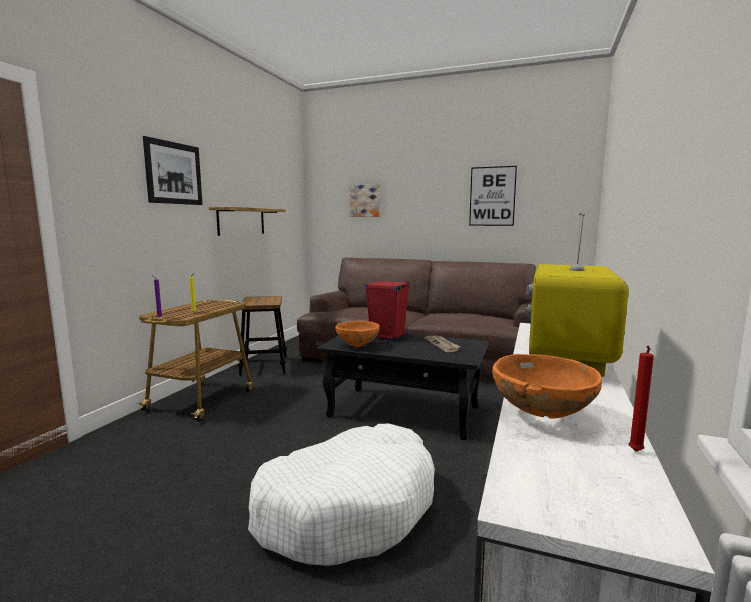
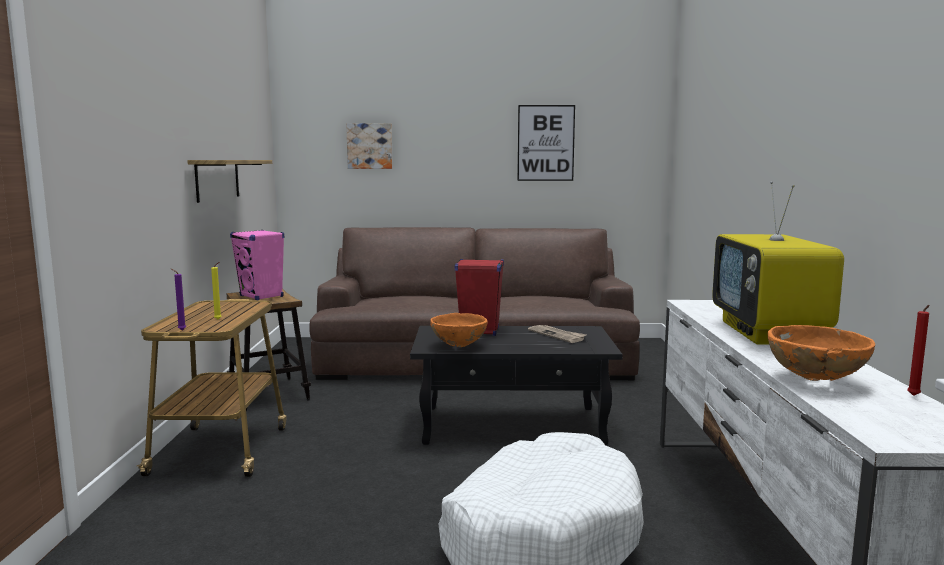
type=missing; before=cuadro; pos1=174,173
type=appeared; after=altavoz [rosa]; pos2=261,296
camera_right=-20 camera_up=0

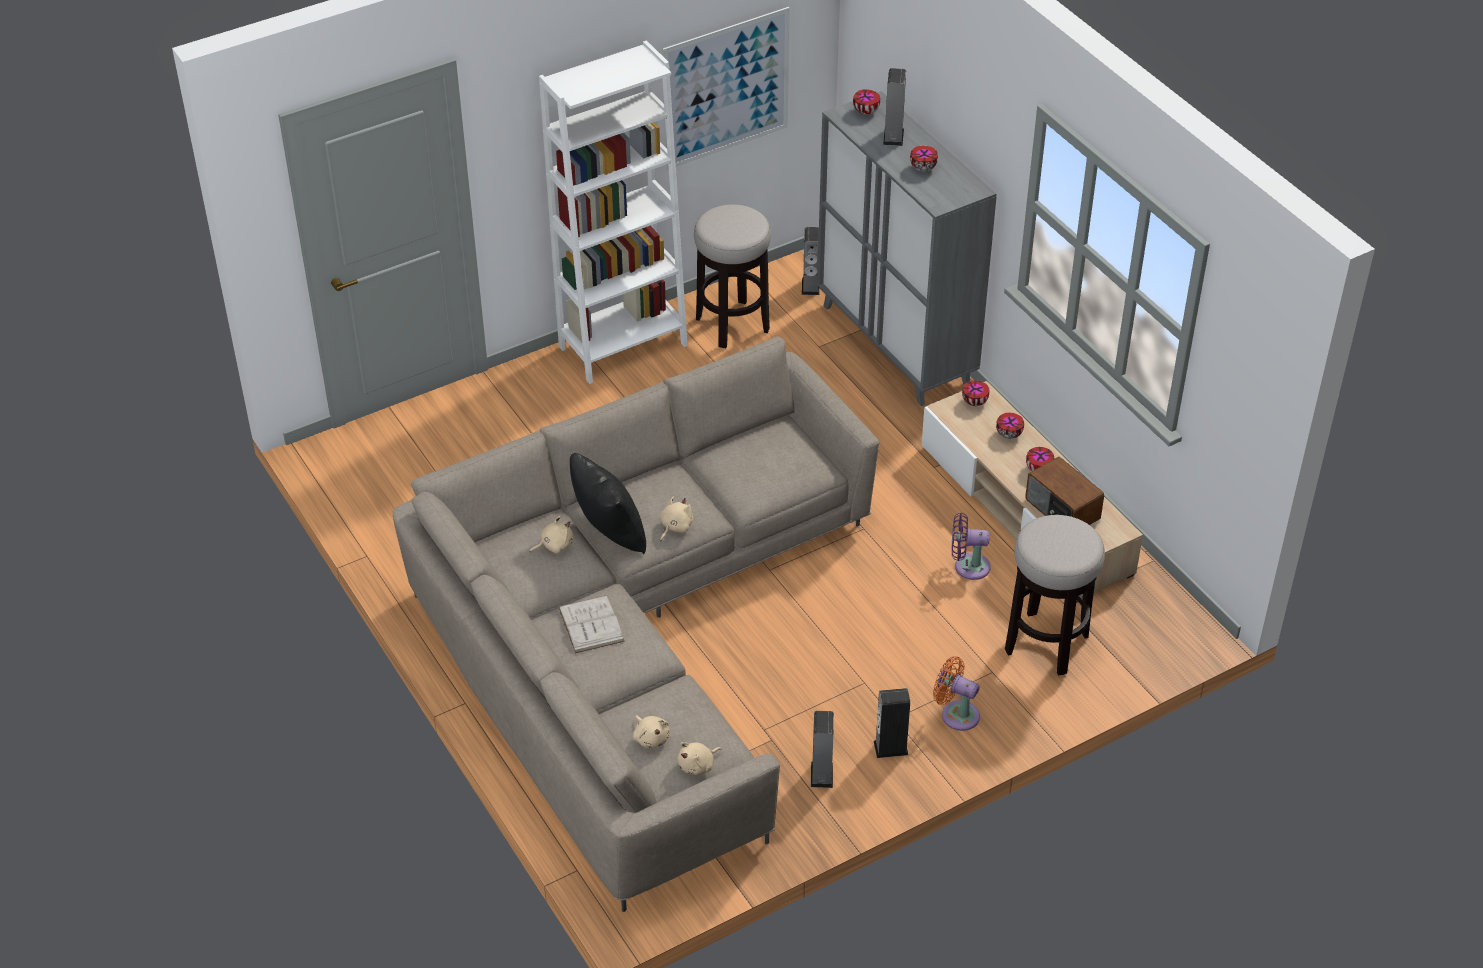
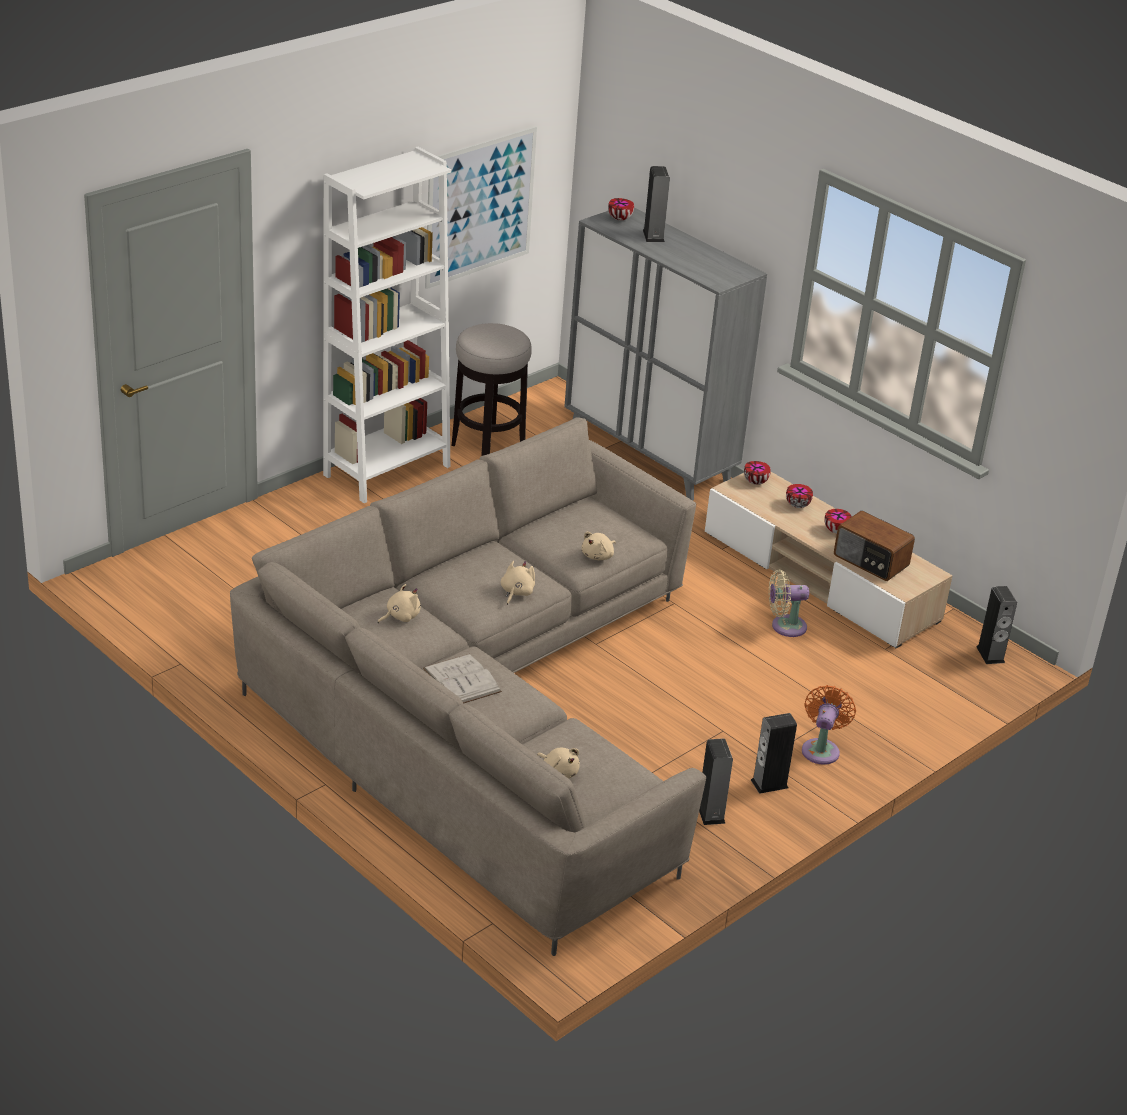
type=missing; before=cuenco; pos1=923,168
type=relocated; before=altavoz; pos1=810,286; pos2=990,654
type=missing; before=cojín [negro]; pos1=609,532
type=colour; before=ventilador [morado]; after=ventilador [beis]; pos1=968,566; pos2=785,626
type=missing; before=taburete; pos1=1046,643
type=spun; before=ventilador [naranja]; pos1=956,714; pos2=821,749; turn=90
type=relocated; before=peluche [beis]; pos1=698,765; pos2=598,556
camera_right=-15 camera_up=-10

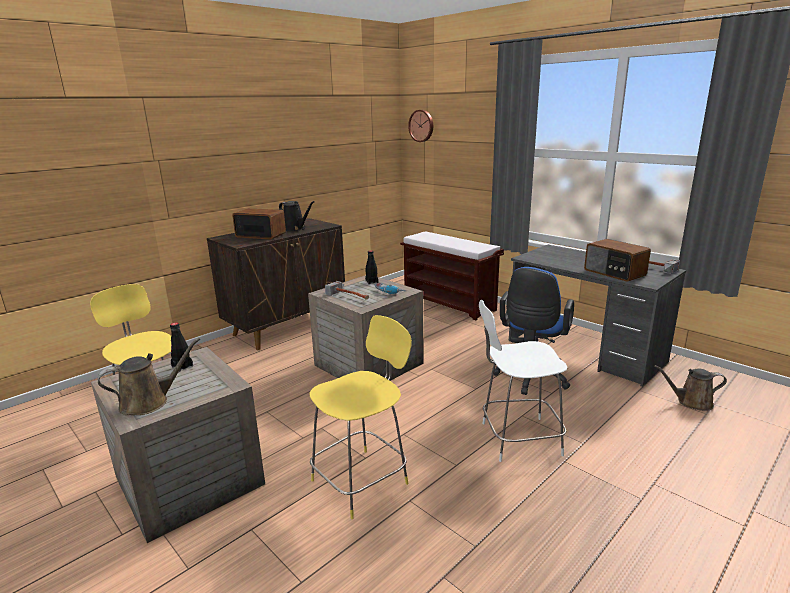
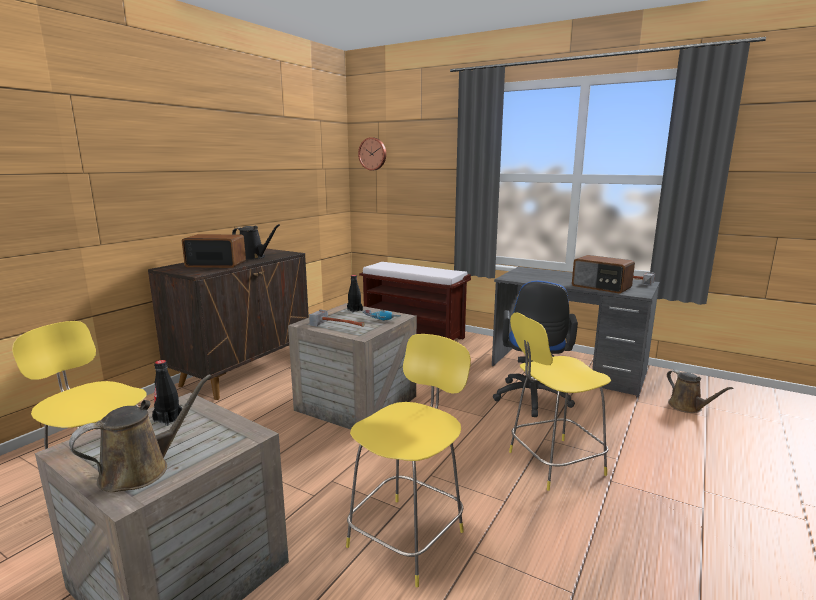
type=colour; before=taburete [blanco]; after=taburete [amarillo]; pos1=517,439; pos2=552,463
type=spun; before=regadera [marrón]; pos1=691,402; pos2=687,407; turn=-105
camera_right=-15 camera_up=-5

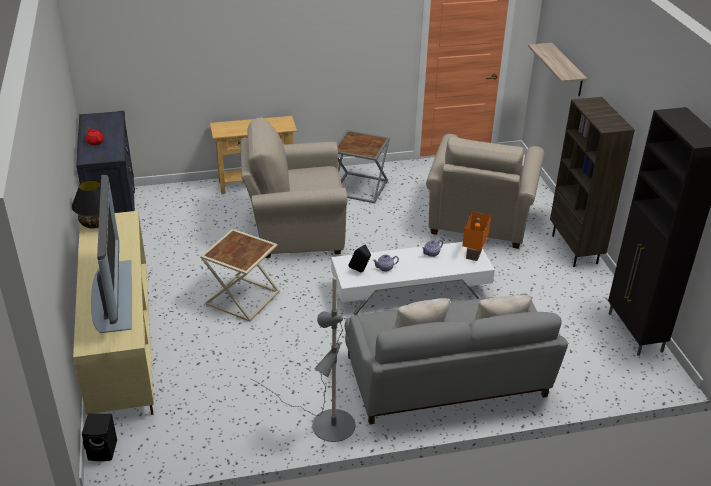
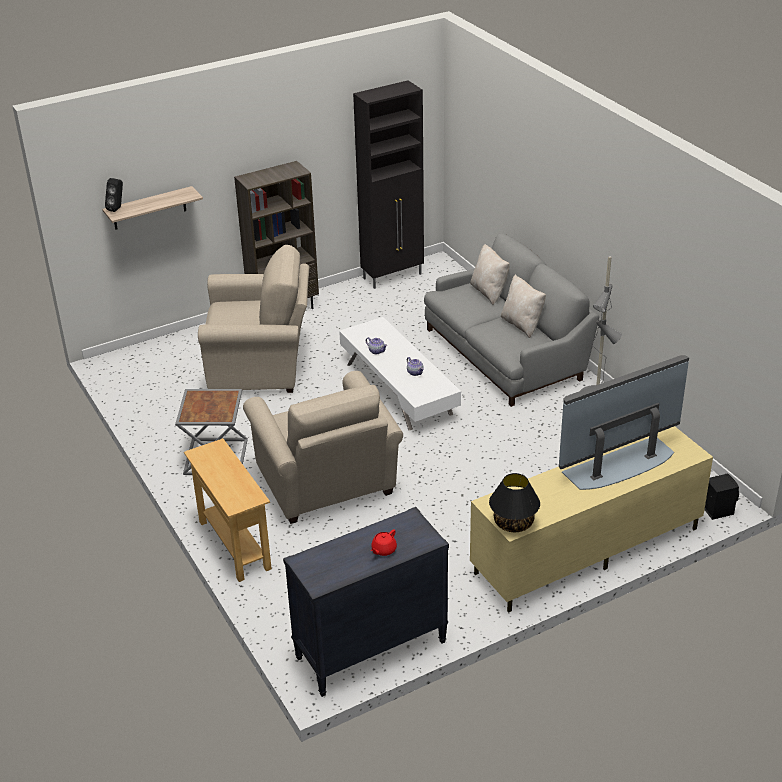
type=missing; before=lámpara de mesa [naranja]; pos1=472,254
type=missing; before=mesa auxiliar [beis]; pos1=242,297
type=relocated; before=altavoz [negro]; pos1=360,271; pos2=117,208
camera_right=-105 camera_up=0

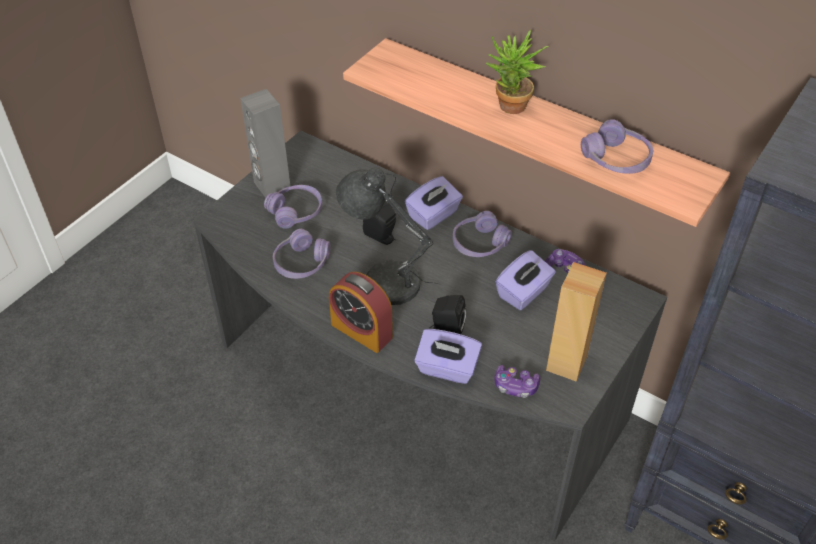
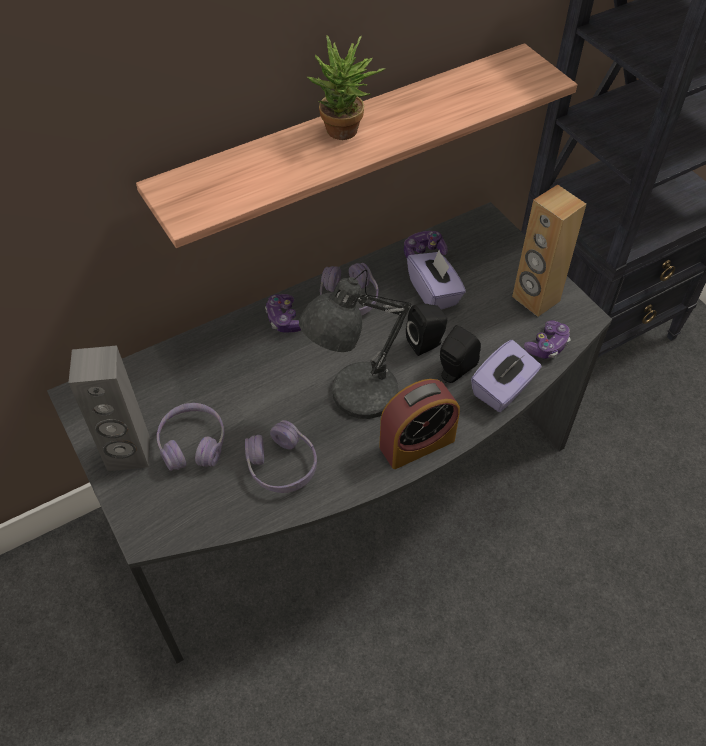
type=missing; before=auriculares [morado]; pos1=616,159
type=exchanged; before=caja de pañuelos [morado]; after=mando de consola; pos1=433,215; pos2=284,319
type=relocated; before=altavoz [negro]; pos1=382,237; pos2=427,343
camera_right=-65 camera_up=5

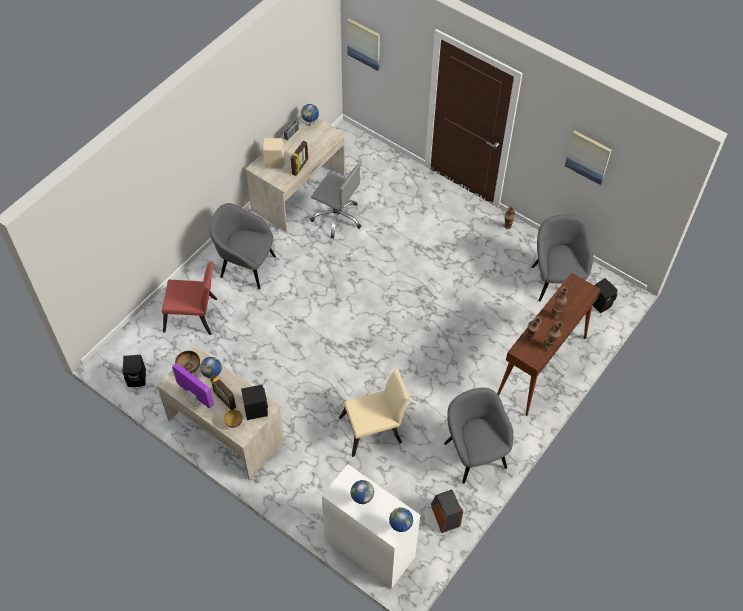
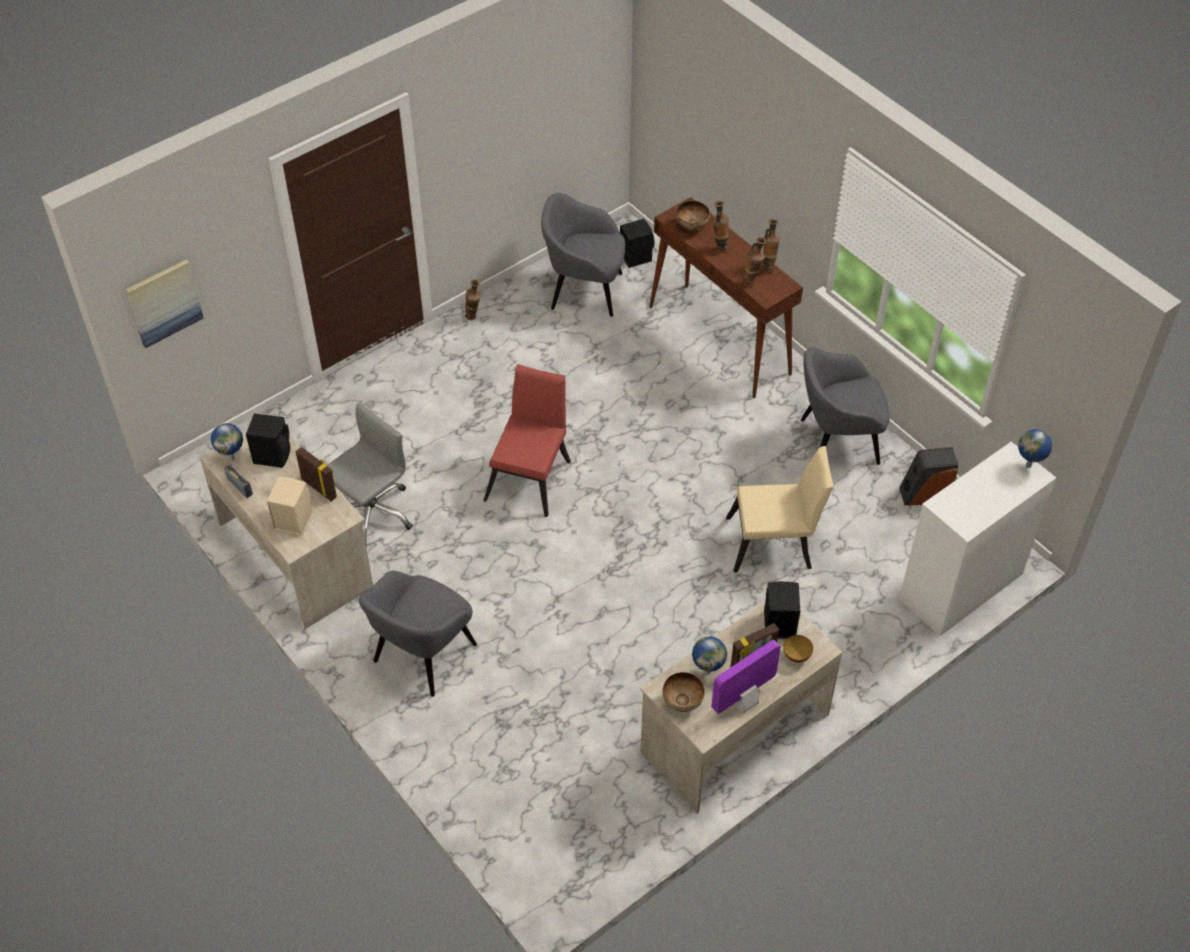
type=missing; before=cuadro; pos1=588,156
type=relocated; before=silla [rojo]; pos1=194,316; pos2=531,476
type=relocated; before=altavoz [negro]; pos1=137,378; pos2=273,454
type=spun; before=silla [beis]; pos1=374,429; pos2=775,543; turn=90
type=missing; before=globo terráqueo; pos1=361,501
type=appeared; after=cuenco; pos2=691,227
camera_right=-75 camera_up=-5

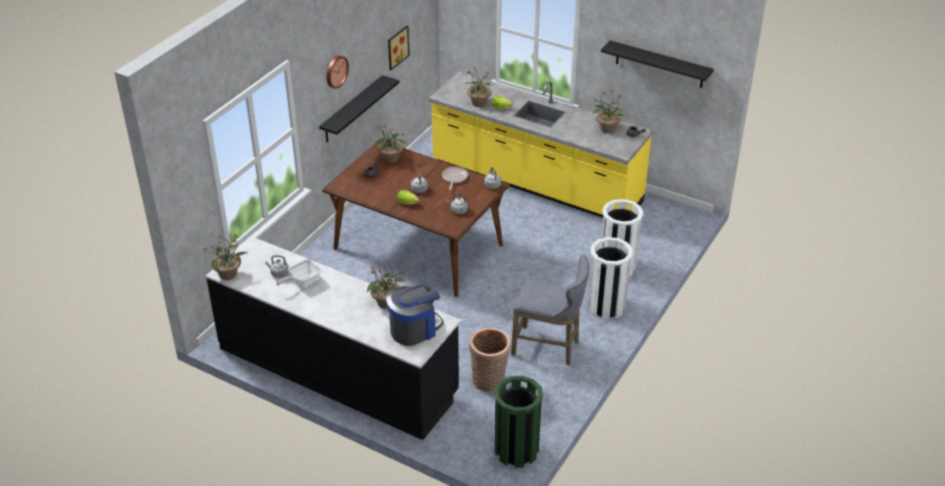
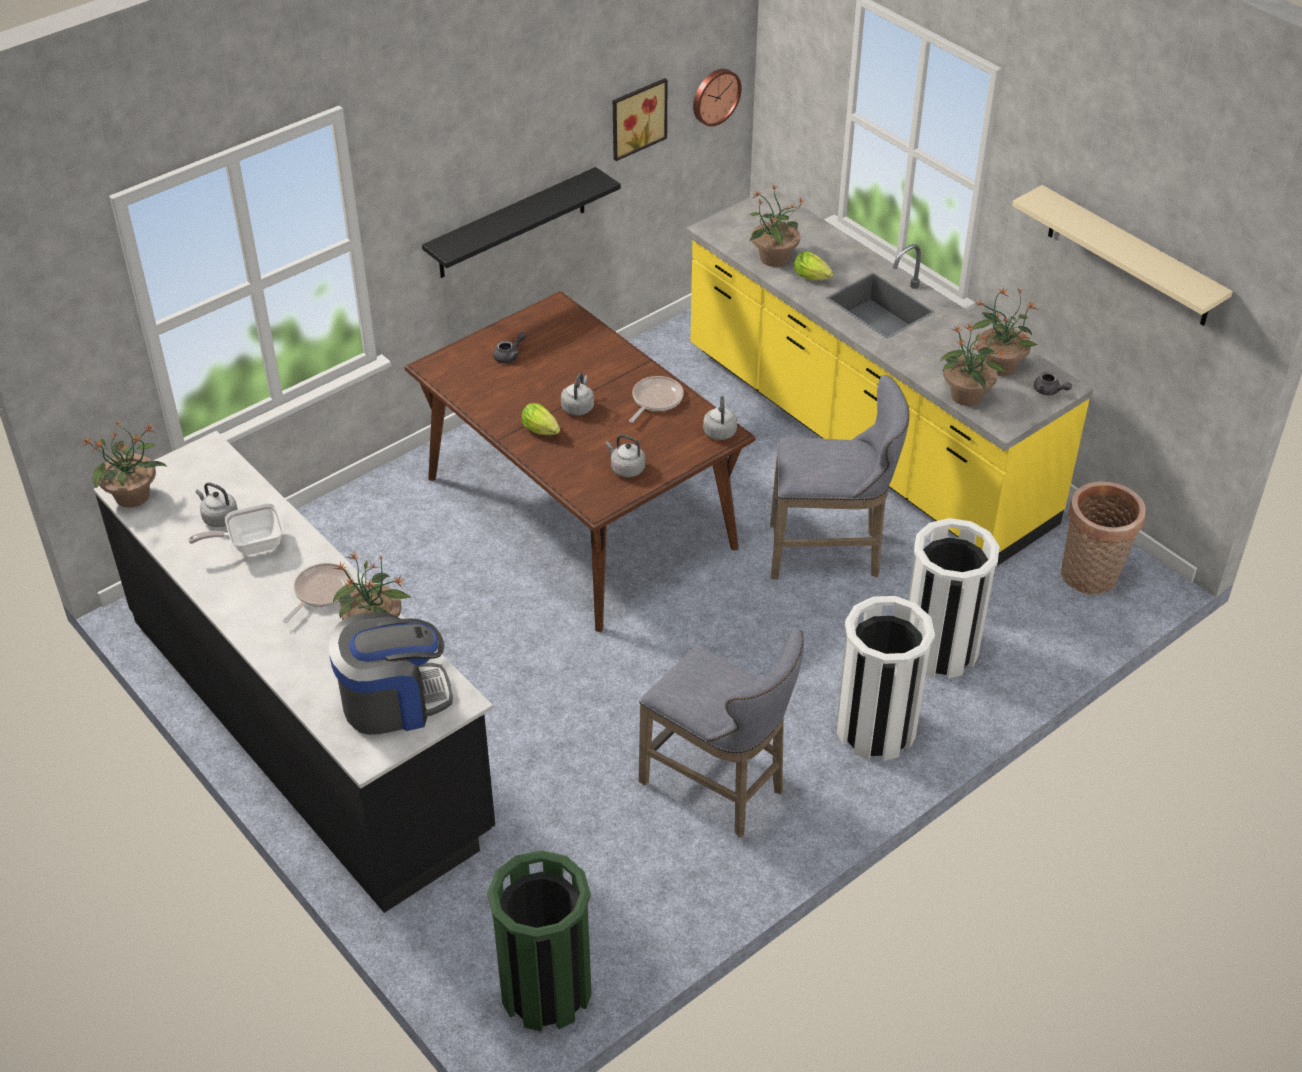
type=colour; before=estante [negro]; after=estante [beis]; pos1=659,64; pos2=1129,257
type=relocated; before=reloj de pared; pos1=336,71; pos2=715,96
type=relocated; before=planta en maceta; pos1=391,159; pos2=967,396
type=relocated; before=cesta; pos1=489,382; pos2=1090,578
type=appeared; after=taburete [gris]; pos2=831,553
type=appeared; after=sartén; pos2=321,592
camera_right=20 camera_up=5

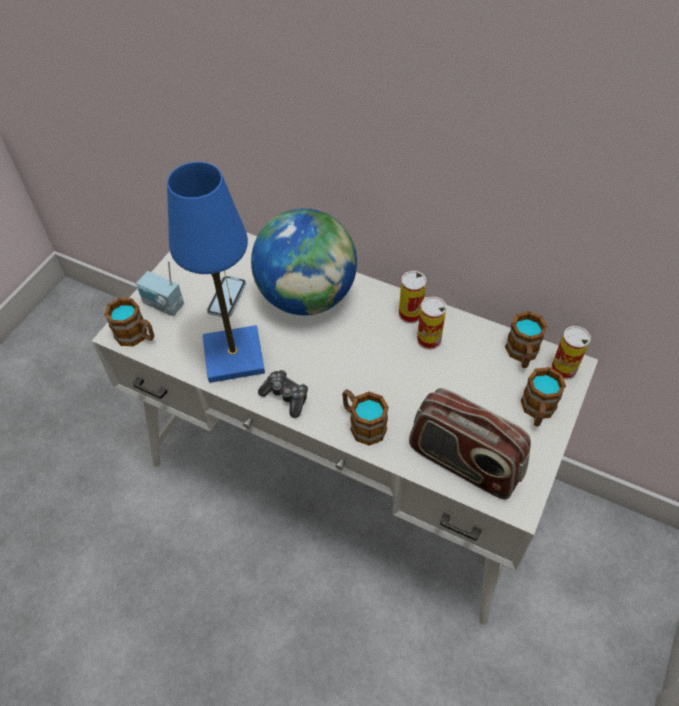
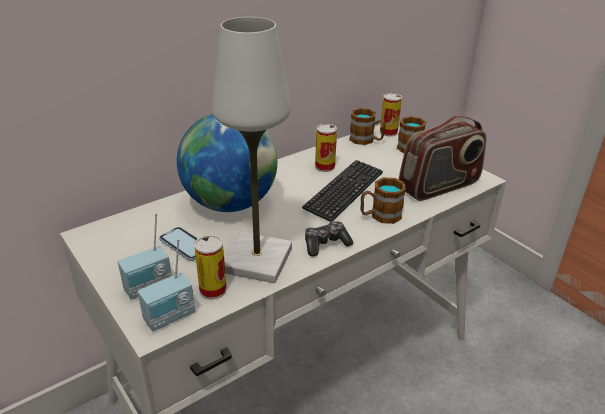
type=colour; before=lámpara de mesa [azul]; after=lámpara de mesa [blanco]; pos1=234,356; pos2=257,260
type=relocated; before=lata; pos1=410,314; pos2=213,290
type=exchanged; before=taza grande; after=radio; pos1=137,336; pos2=170,317
type=appeared; after=teclado; pos2=344,191
camera_right=-65 camera_up=-20

